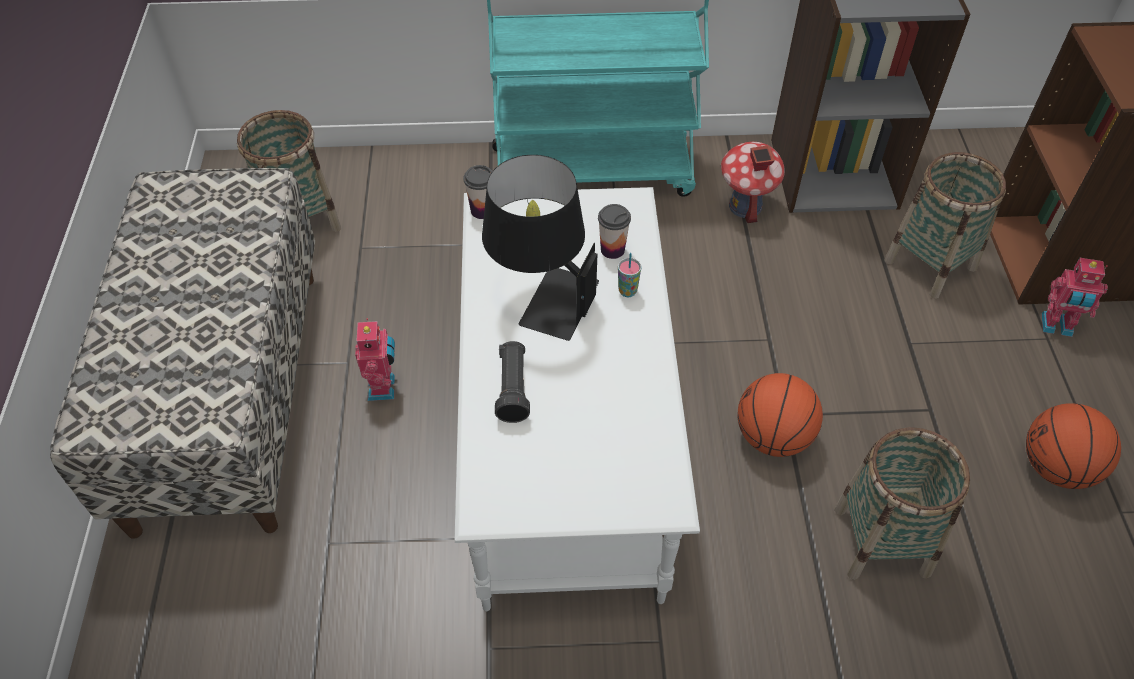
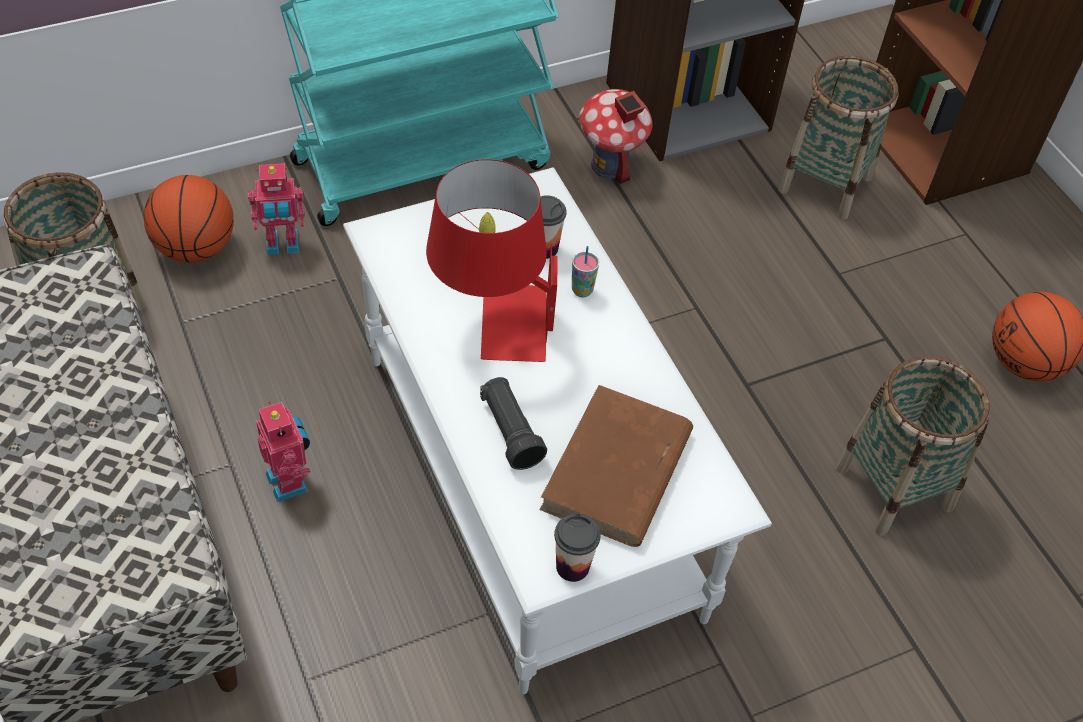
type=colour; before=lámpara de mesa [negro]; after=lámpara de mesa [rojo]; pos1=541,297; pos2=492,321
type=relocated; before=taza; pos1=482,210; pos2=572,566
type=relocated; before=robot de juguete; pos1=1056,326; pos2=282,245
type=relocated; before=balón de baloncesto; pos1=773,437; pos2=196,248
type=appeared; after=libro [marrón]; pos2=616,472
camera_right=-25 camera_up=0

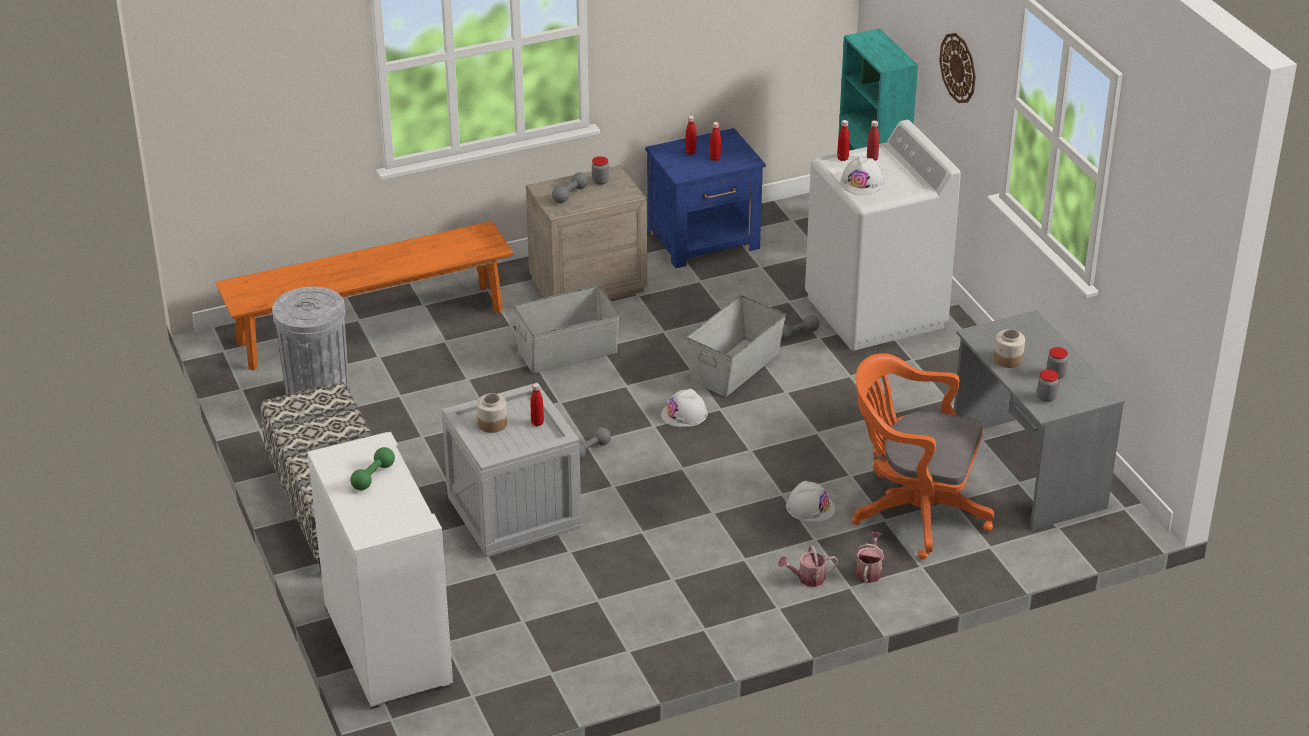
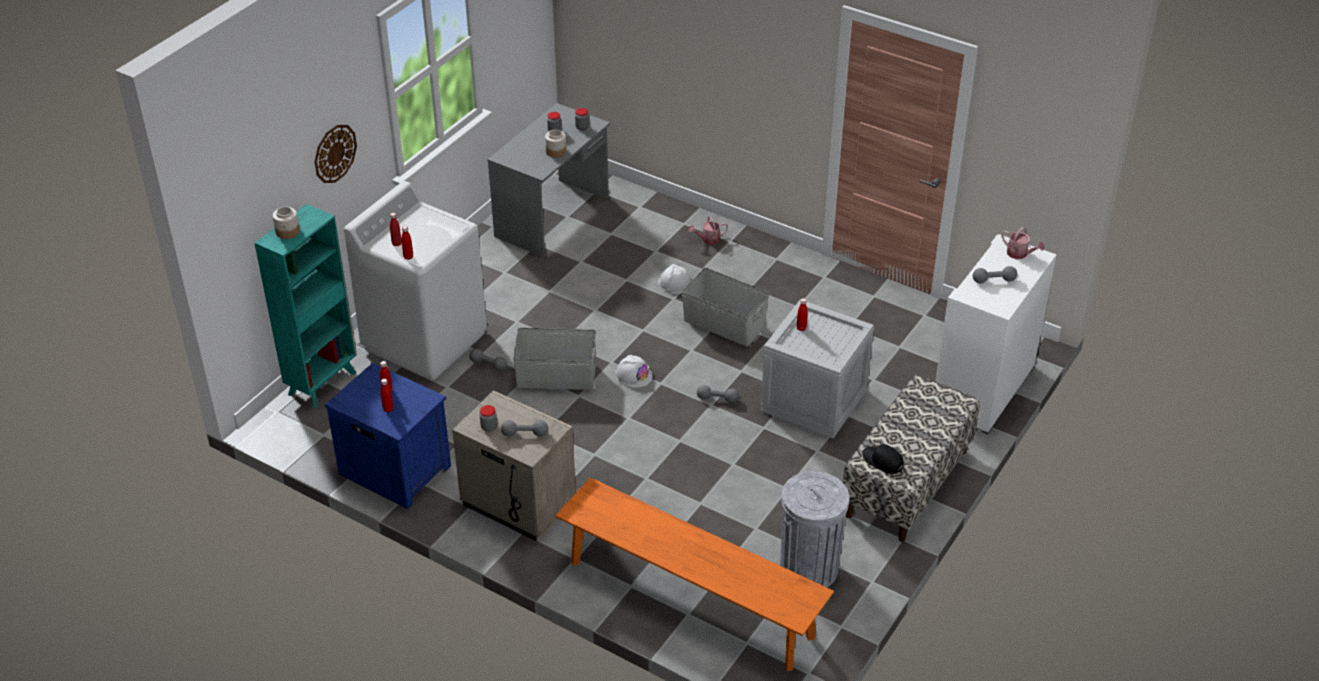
type=missing; before=casco [blanco]; pos1=862,182
type=relocated; before=caja de almacenaje [gris]; pos1=568,351; pos2=724,323
type=missing; before=silla de oficina [naranja]; pos1=913,512
type=relocated; before=tarro; pos1=492,424; pos2=288,232
type=colour; before=mancuerna [verde]; after=mancuerna [gris]; pos1=373,476; pos2=993,280
type=relocated; before=regadera; pos1=807,578; pos2=1019,254
type=appeared; after=gorra [negro]; pos2=882,461
camera_right=-125 camera_up=5

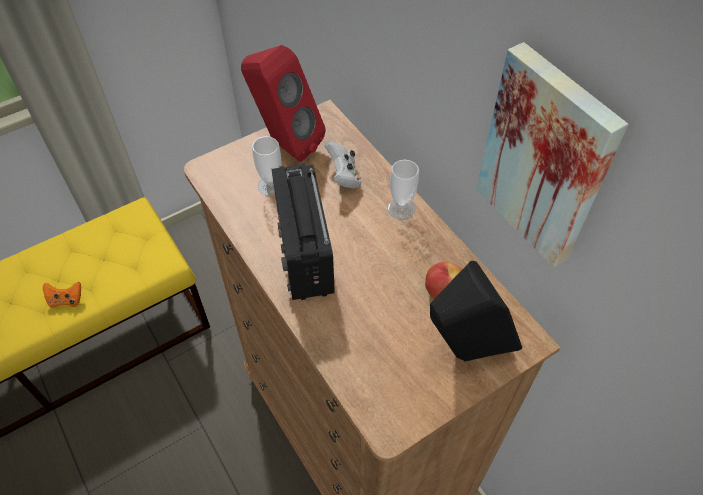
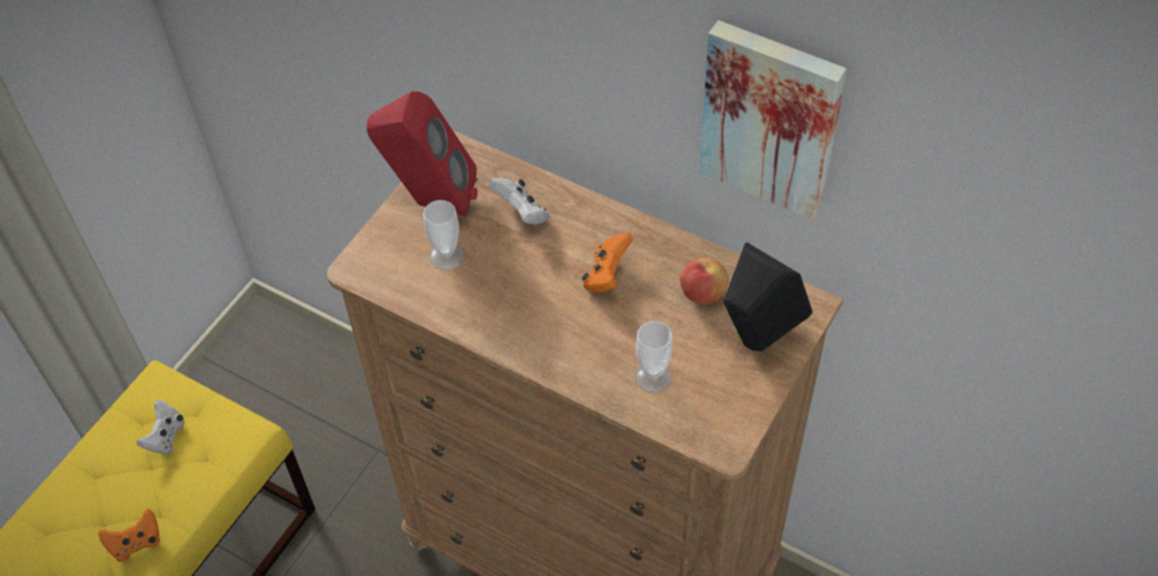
type=relocated; before=taza; pos1=401,209; pos2=653,377
type=missing; before=radio; pos1=304,254
type=appeared; after=mando de consola [naranja]; pos2=606,276
type=appeared; after=mando de consola [blanco]; pos2=166,437
camera_right=-25 camera_up=0

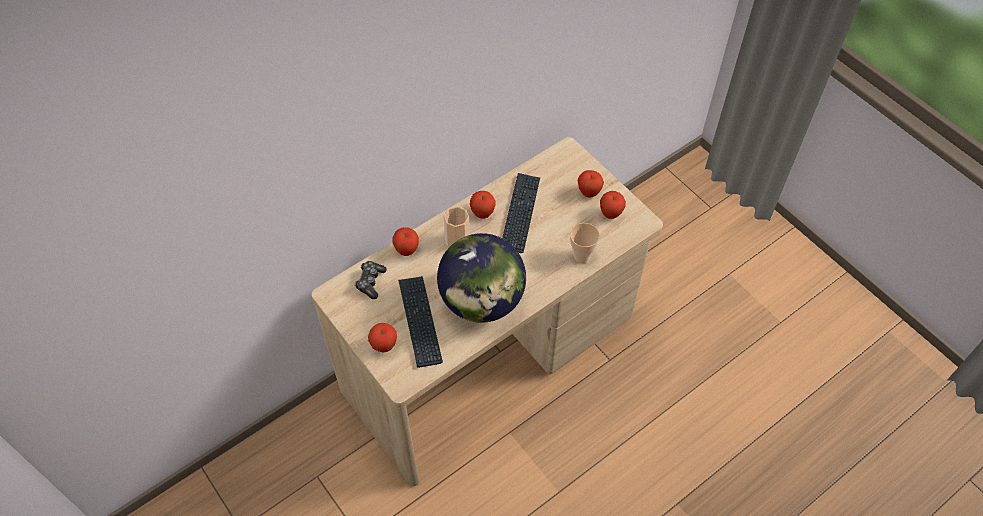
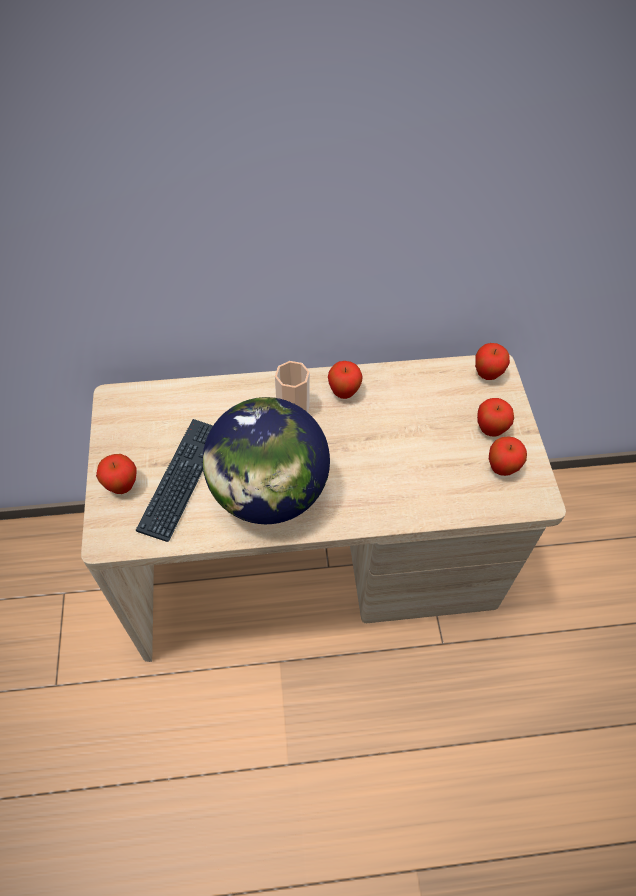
type=missing; before=teclado; pos1=520,213
type=missing; before=taza; pos1=581,256
type=relocated; before=manzana; pos1=407,250; pos2=487,374
type=missing; before=mando de consola; pos1=370,282
camera_right=30 camera_up=0

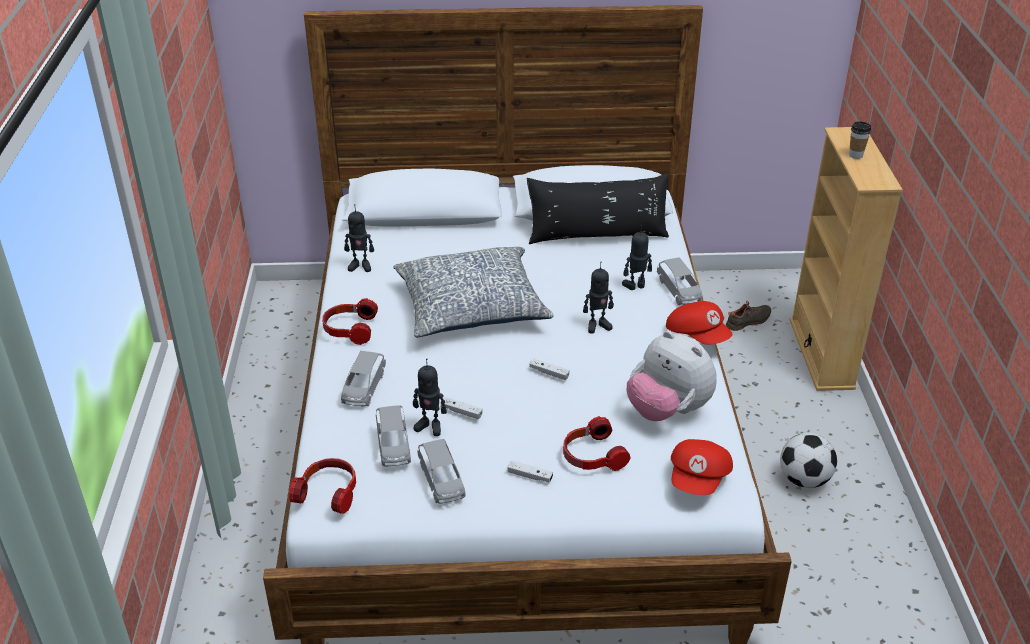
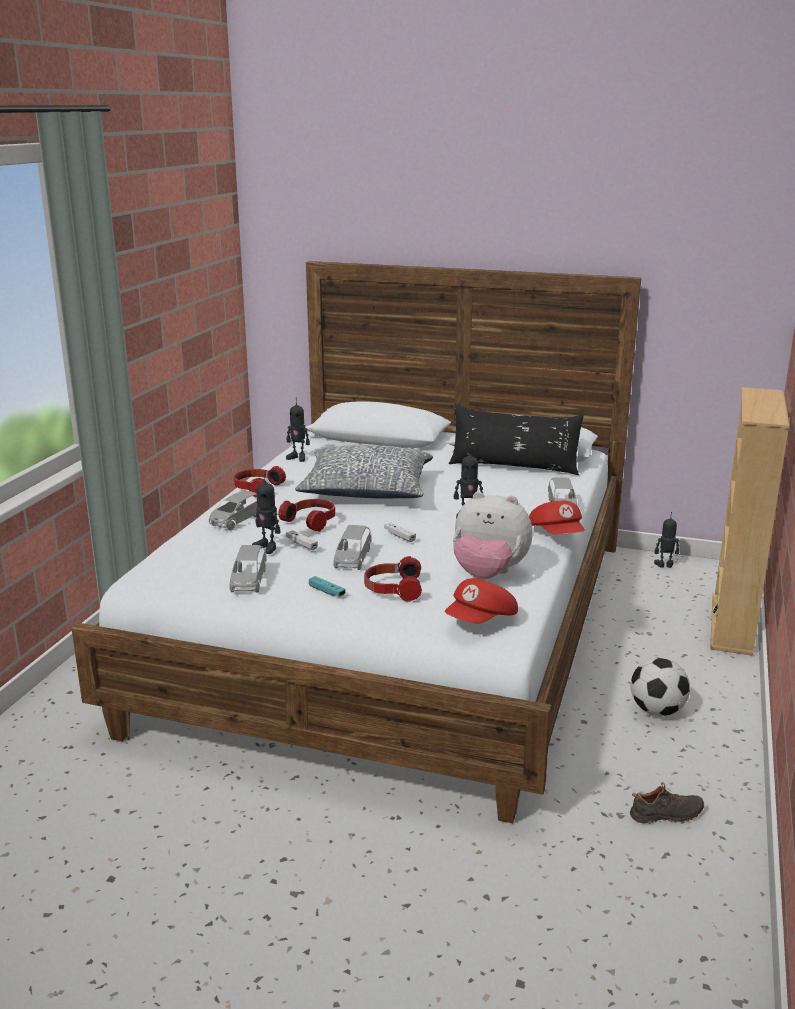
type=missing; before=taza; pos1=855,155
type=relocated; before=robot de juguete; pos1=636,286; pos2=664,566
type=relocated; before=zapato [negro]; pos1=748,322; pos2=666,815
type=spun; before=peluche; pos1=667,410; pos2=488,574; turn=-45
type=relocated; before=coche de juguete [gris]; pos1=393,445; pos2=352,559
type=relocated; before=auriculares; pos1=328,492; pos2=311,521
type=colour; before=mando de consola [blanco]; after=mando de consola [turquesa]; pos1=530,476; pos2=327,591
camera_right=20 camera_up=-15

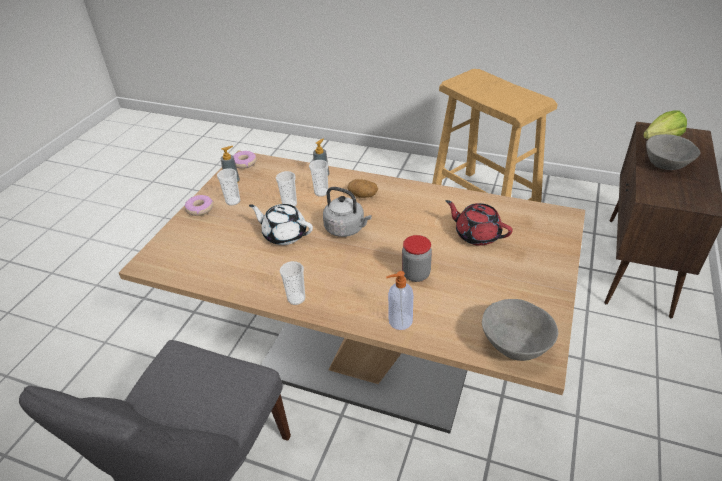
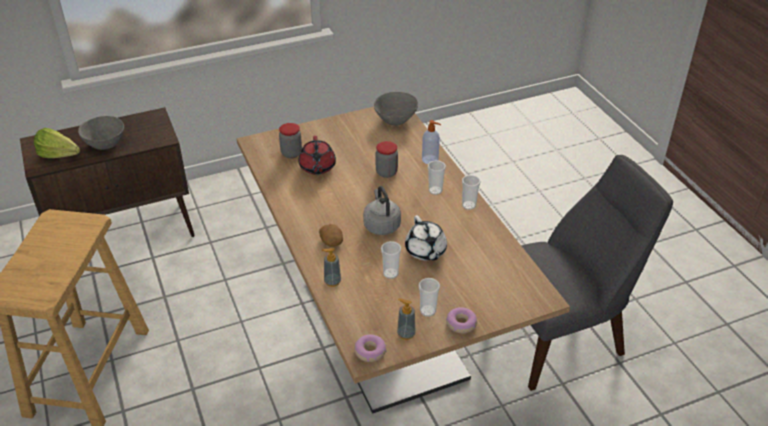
type=relocated; before=taza; pos1=321,192; pos2=435,190
type=appeared; after=tarro; pos2=291,153
camera_right=-135 camera_up=0

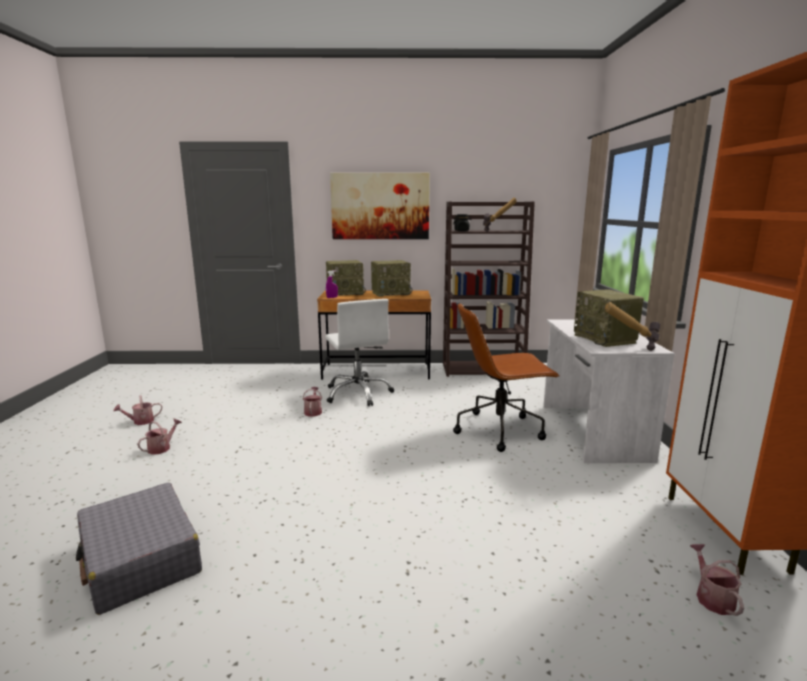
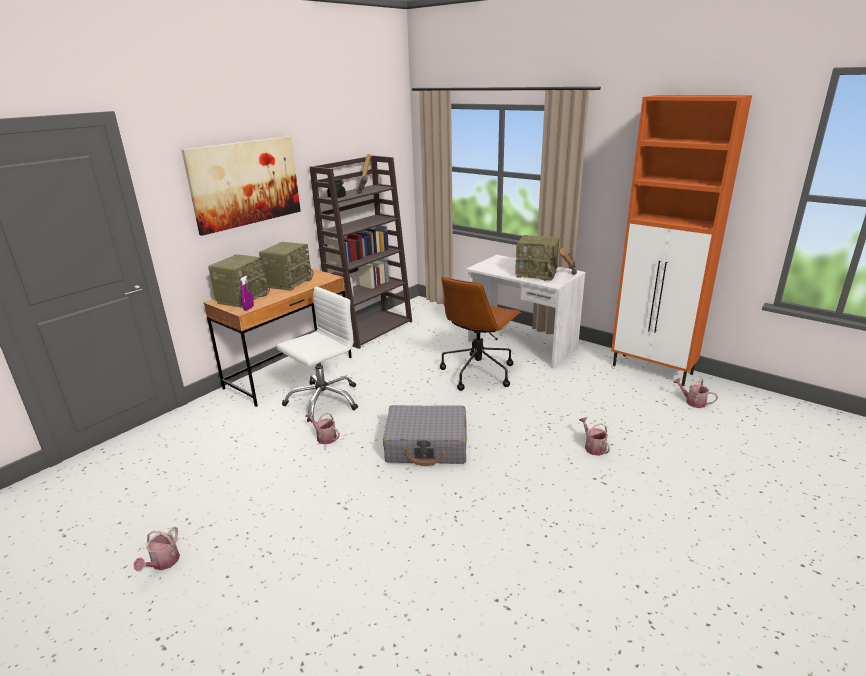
type=spun; before=silla de oficina [blanco]; pos1=358,393; pos2=323,400; turn=-60
type=relocated; before=regadera; pos1=162,448; pos2=593,447
type=relocated; before=maleta [gris]; pos1=141,559; pos2=427,445
camera_right=-50 camera_up=10

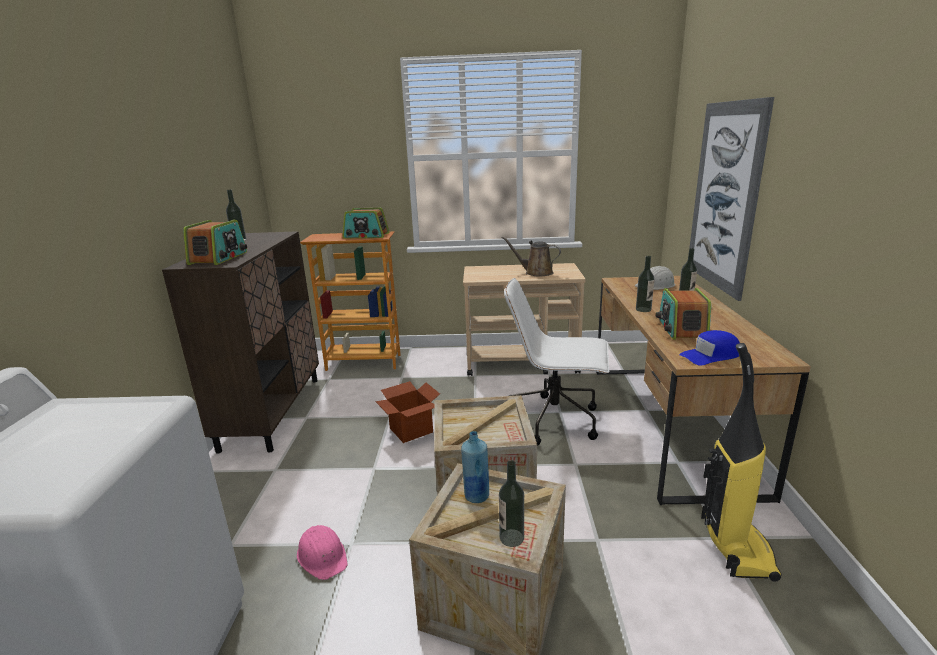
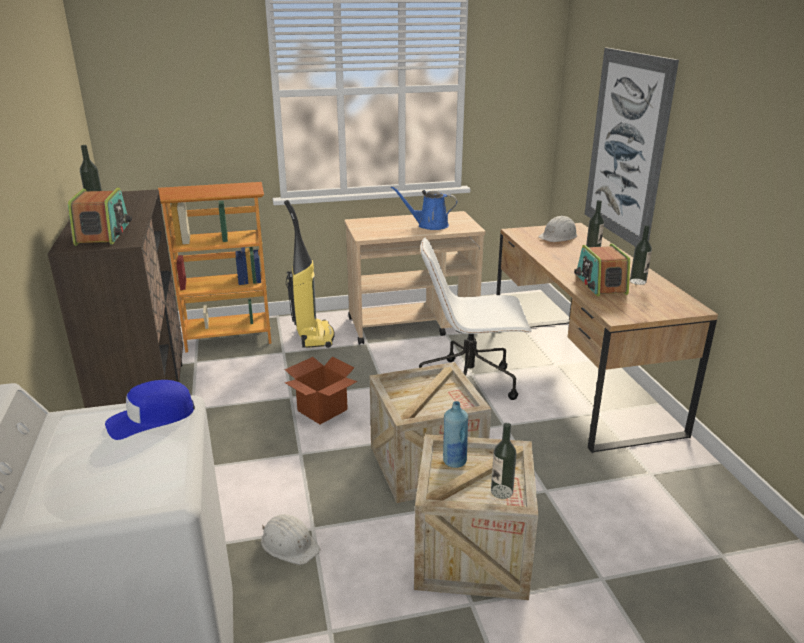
type=missing; before=radio; pos1=366,236
type=colour; before=regadera [marrón]; after=regadera [azul]; pos1=536,273; pos2=429,225
type=relocated; before=botella; pos1=643,309; pos2=637,281
type=relocated; before=gorra [azul]; pos1=710,355; pos2=151,418
type=relocated; before=aspiradora; pos1=734,547; pos2=314,336
type=colour; before=casco [rosa]; after=casco [blanco]; pos1=322,556; pos2=289,544
camera_right=-15 camera_up=5

